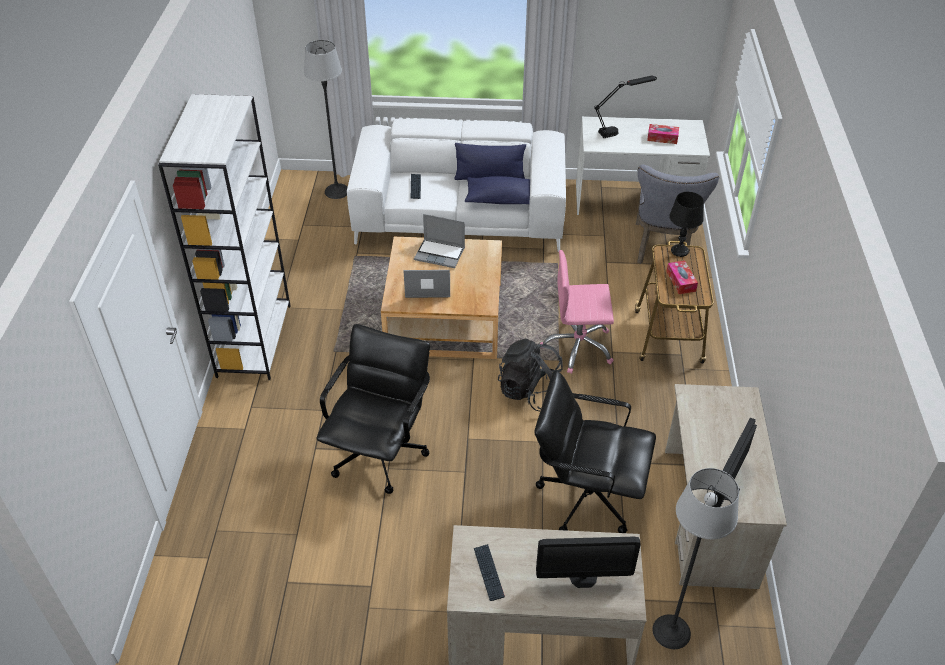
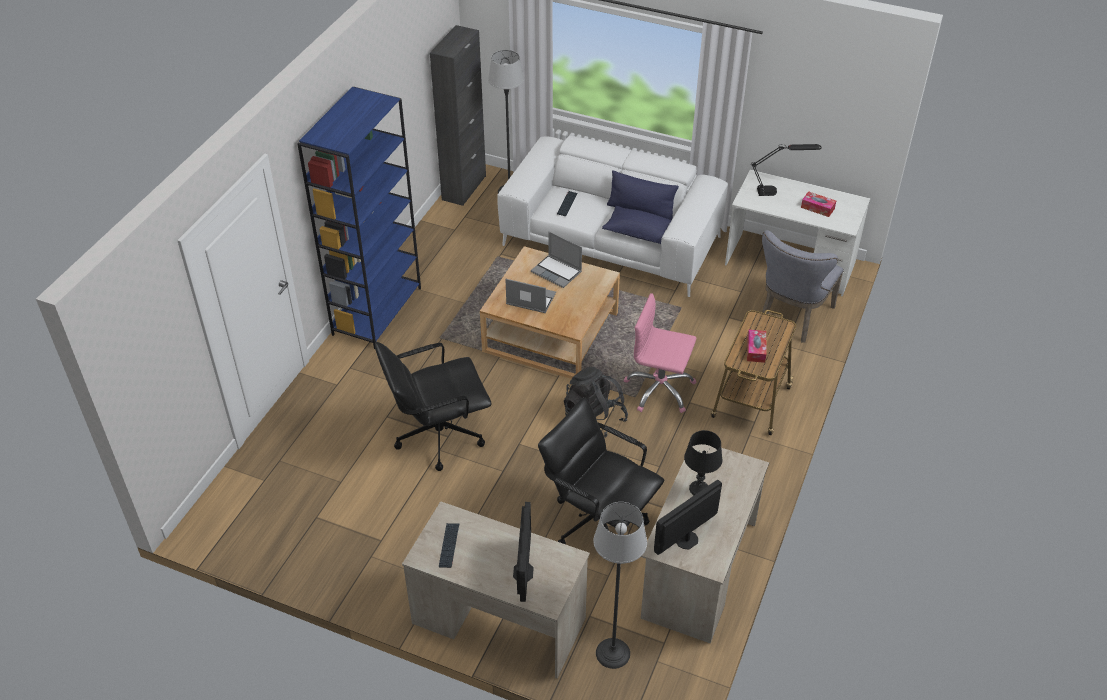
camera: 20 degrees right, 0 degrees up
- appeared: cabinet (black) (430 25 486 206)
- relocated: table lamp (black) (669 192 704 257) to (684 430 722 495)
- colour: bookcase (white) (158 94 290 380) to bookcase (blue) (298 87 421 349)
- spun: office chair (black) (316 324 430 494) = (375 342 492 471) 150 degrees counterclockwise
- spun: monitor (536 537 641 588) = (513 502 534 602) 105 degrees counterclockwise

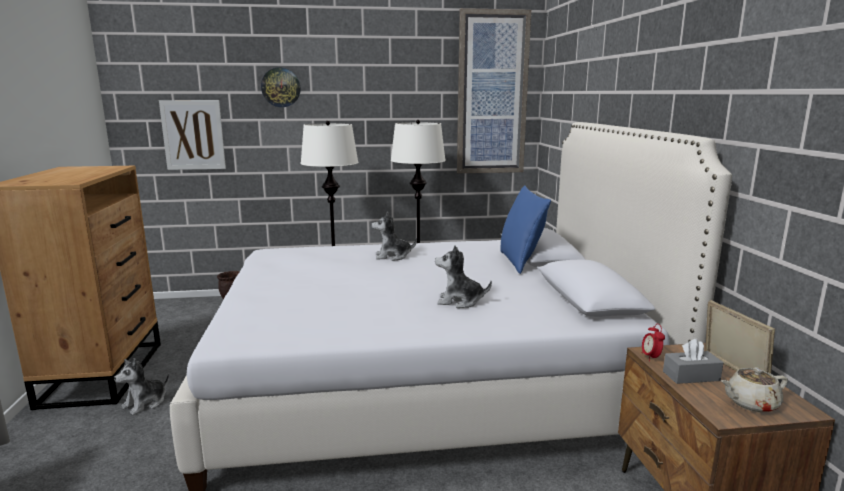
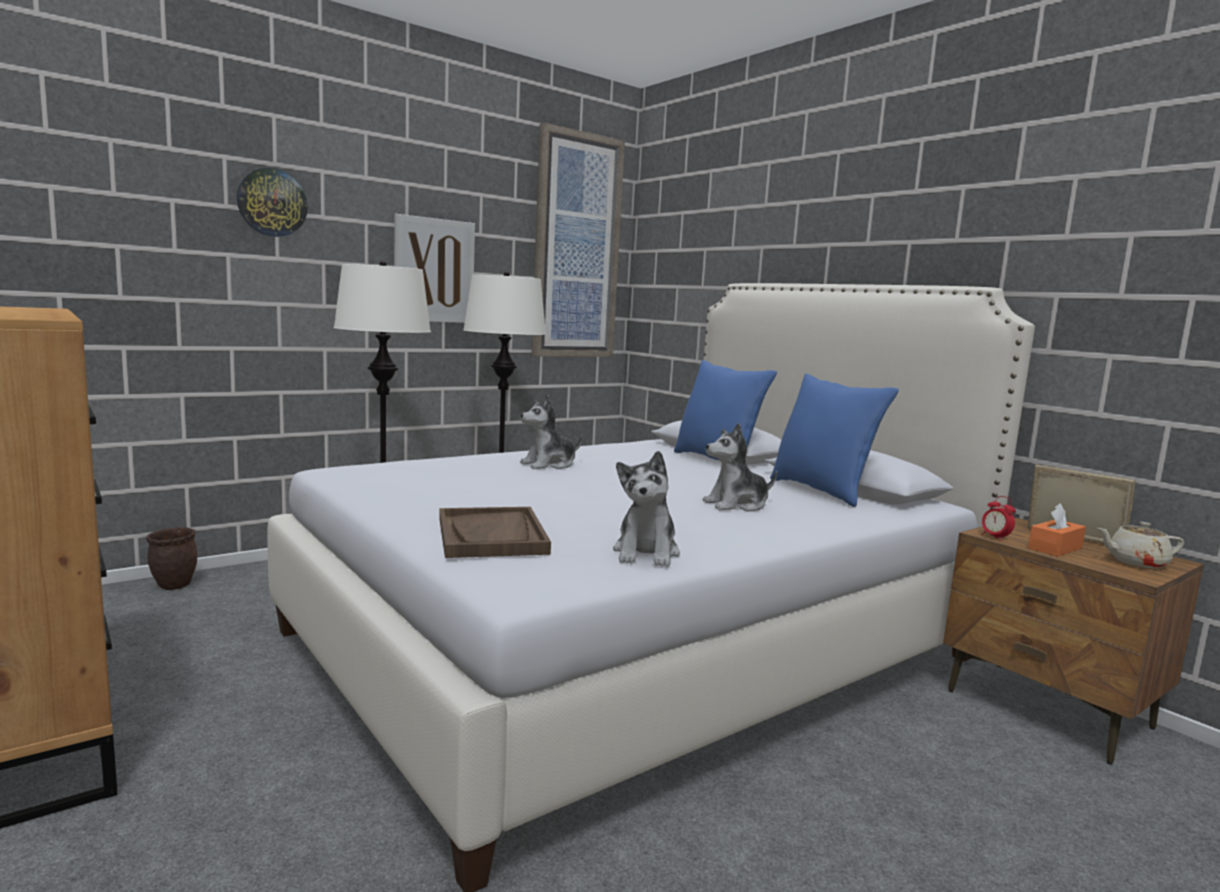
camera: 30 degrees left, 5 degrees down
- appeared: tray (brown) (439 507 551 558)
- appeared: pillow (blue) (770 373 899 507)
- relocated: plush toy (114 358 169 415) to (613 451 680 567)
- relocated: picture (159 100 226 170) to (394 214 475 323)
- colour: tissue box (grey) (663 339 724 384) to tissue box (orange) (1028 503 1086 557)
- spun: teapot (beige) (721 368 788 413) = (1097 522 1184 568) 45 degrees clockwise

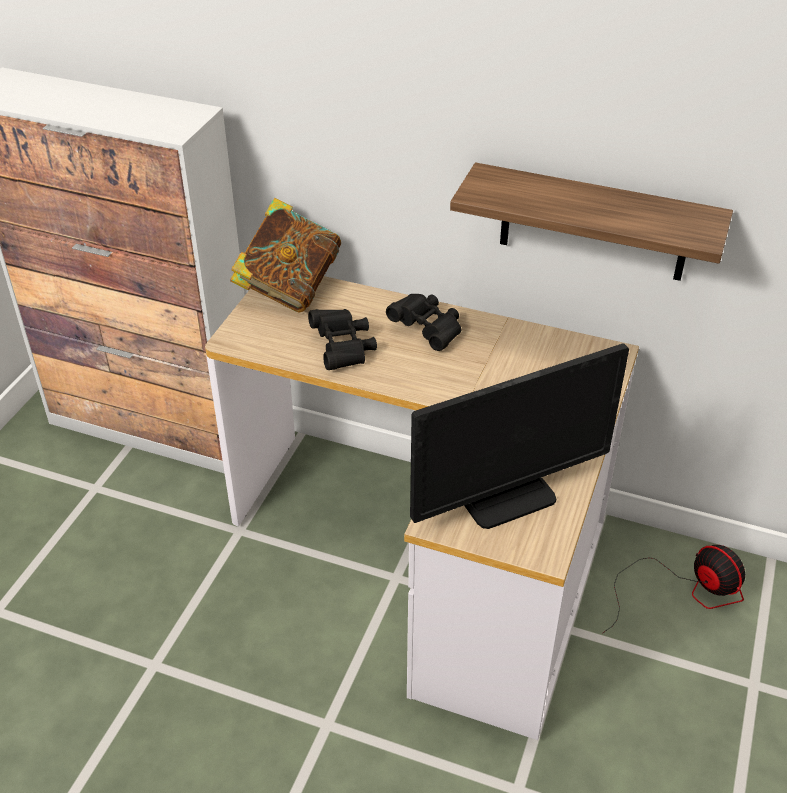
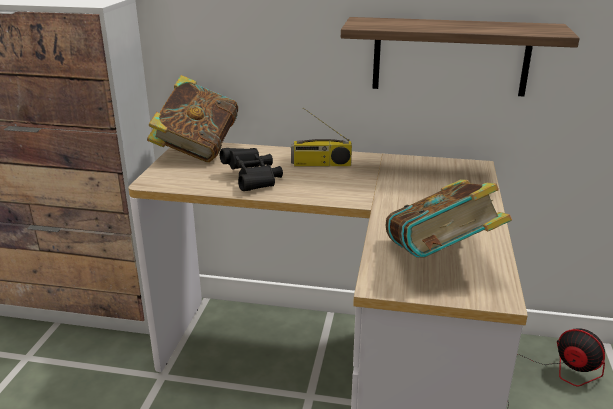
camera: 10 degrees left, 15 degrees down
- exchanged: binoculars (black) (386 294 461 351) to radio (291 108 352 166)
- exchanged: monitor (410 343 629 529) to book (386 179 512 258)

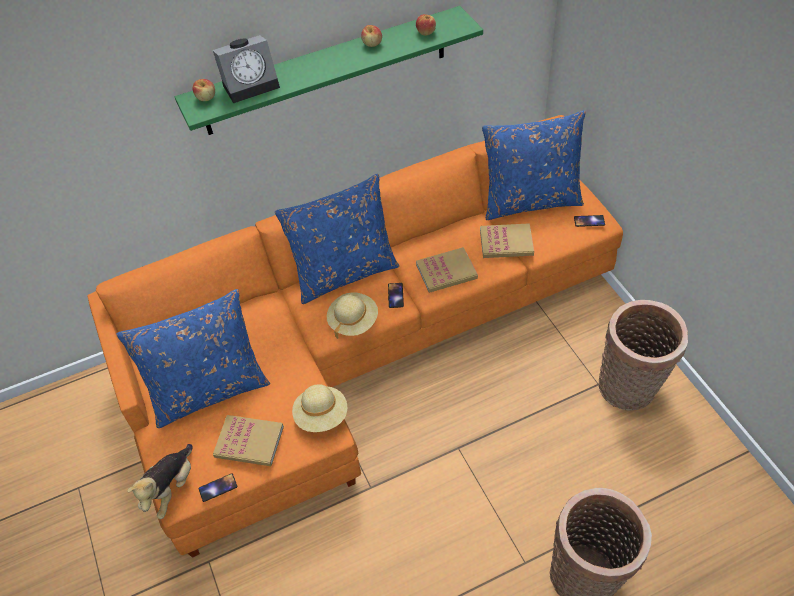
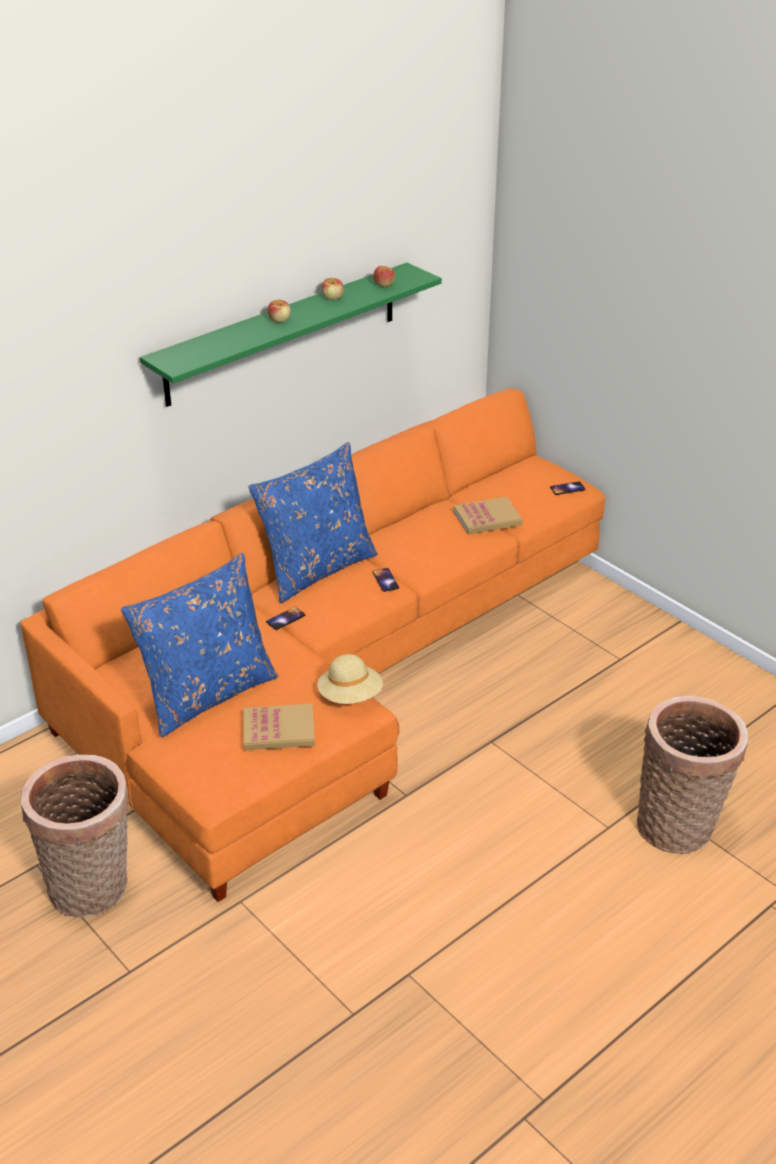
camera: 20 degrees left, 15 degrees down
- missing: plush toy (127 444 193 519)
- missing: alarm clock (213 35 280 103)
- missing: hat (beige) (326 292 378 339)
- missing: book (416 247 478 293)
- missing: pillow (blue) (482 111 586 220)
- relocated: apple (193 79 215 101) to (268 300 291 322)
- relocated: phone (198 473 237 502) to (266 607 305 630)
- relocated: basket (599 300 688 411) to (21 755 129 918)

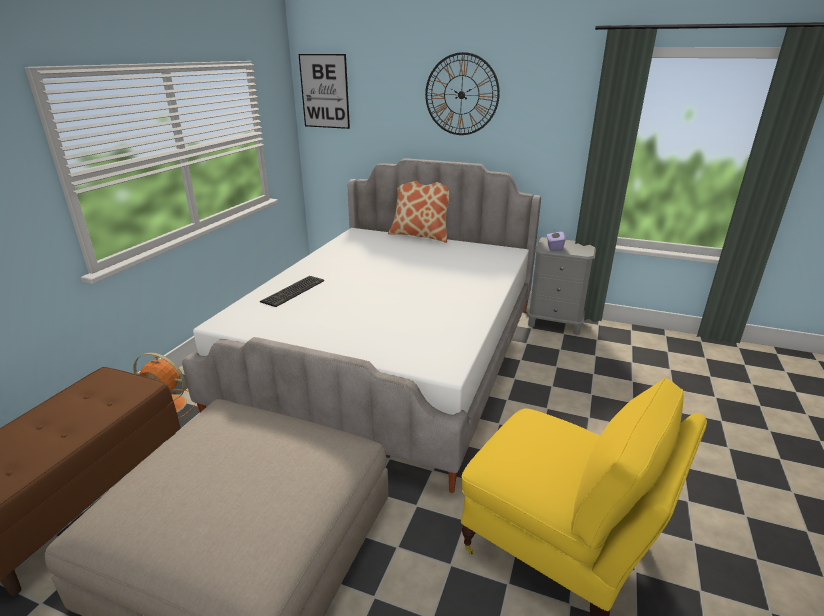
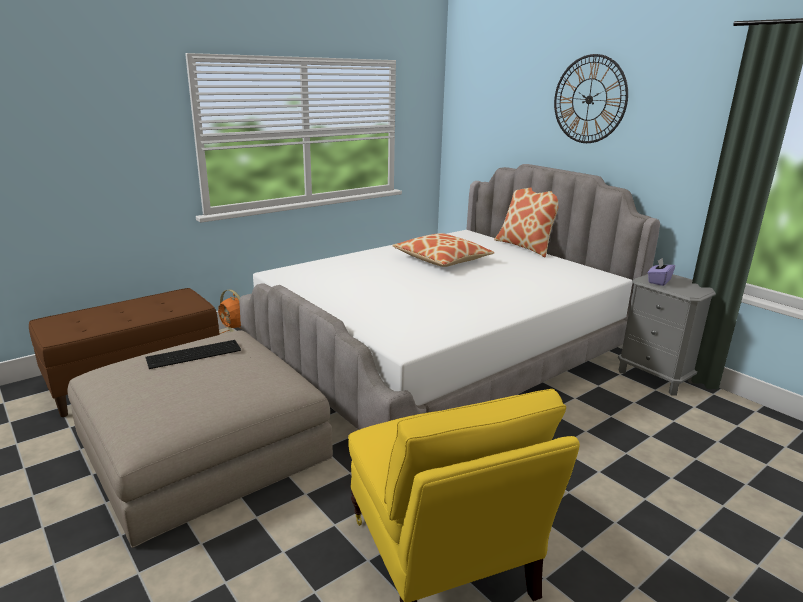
camera: 30 degrees right, 5 degrees down
- missing: picture (299 54 350 129)
- appeared: pillow (392 233 495 267)
- relocated: keyboard (260 276 324 307) to (146 340 241 369)

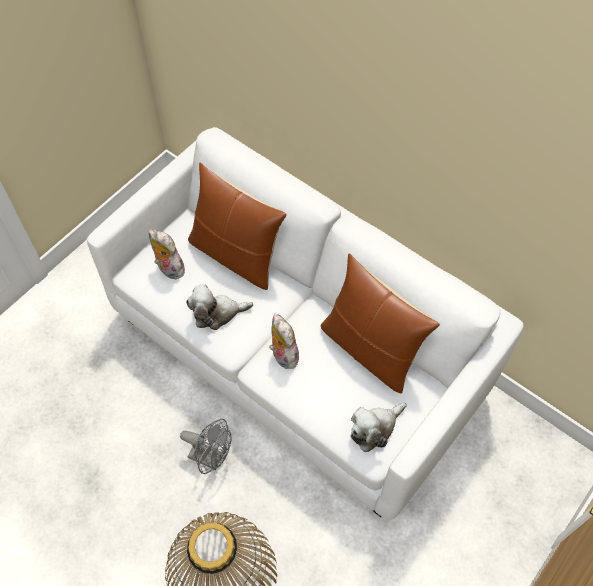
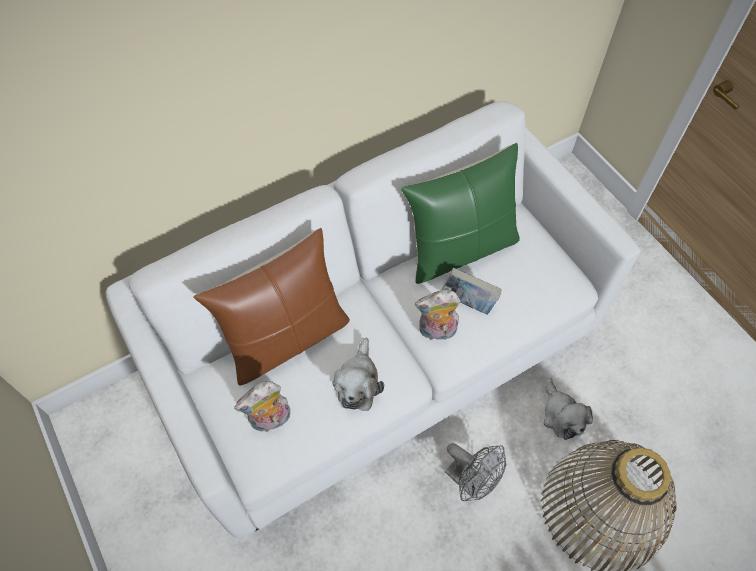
camera: 70 degrees left, 0 degrees up
- appeared: book (442 268 502 315)
- relocated: plush toy (351 403 406 452) to (544 378 593 440)
- colour: pillow (brown) (321 253 440 394) to pillow (green) (401 143 520 284)
- spun: fan (grey) (180 419 231 474) = (445 443 506 501) 90 degrees clockwise

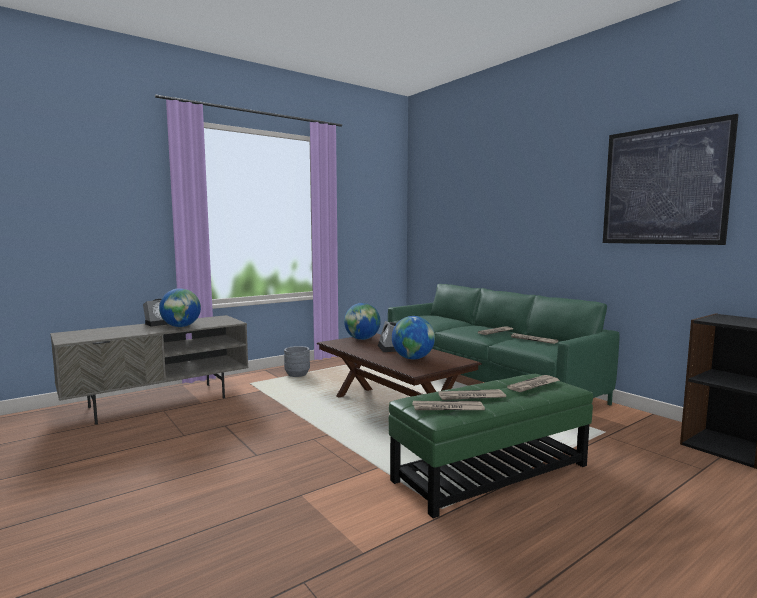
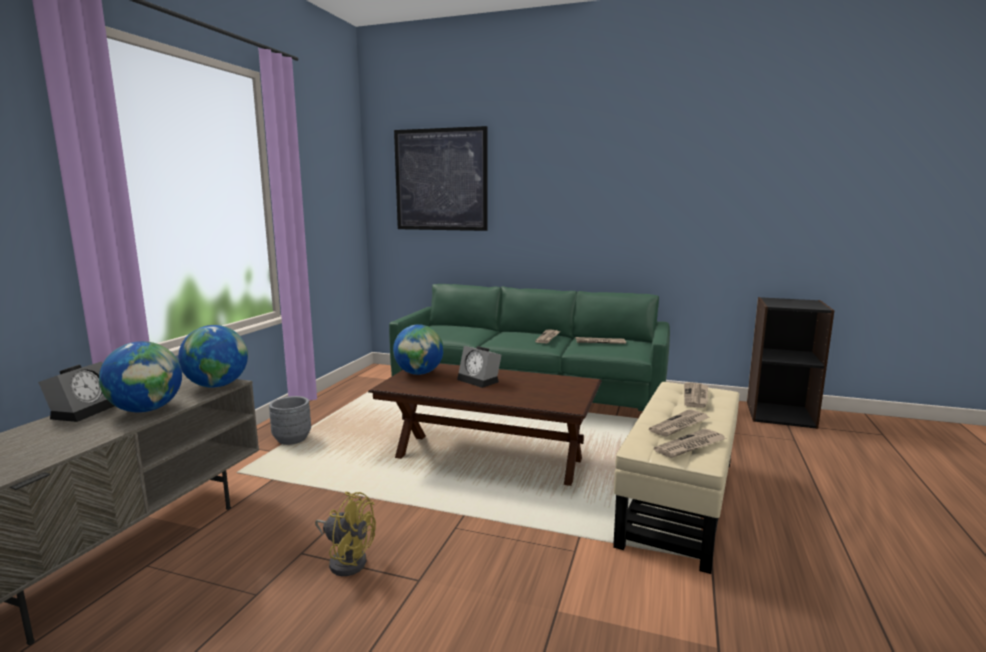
camera: 35 degrees left, 5 degrees up
- appeared: fan (yellow) (315 492 376 576)
- relocated: globe (392 316 435 360) to (178 325 248 388)
- relocated: picture (603 114 738 245) to (394 126 488 231)
- colour: ottoman (green) (389 374 593 519) to ottoman (beige) (613 382 739 574)

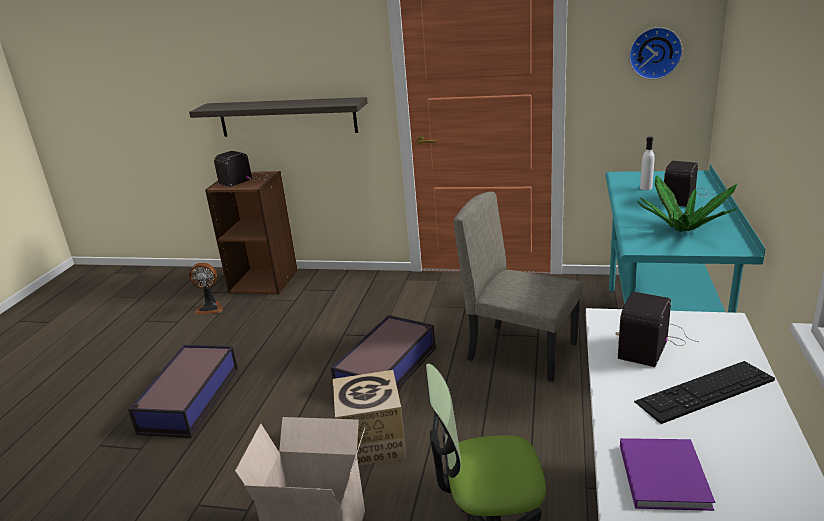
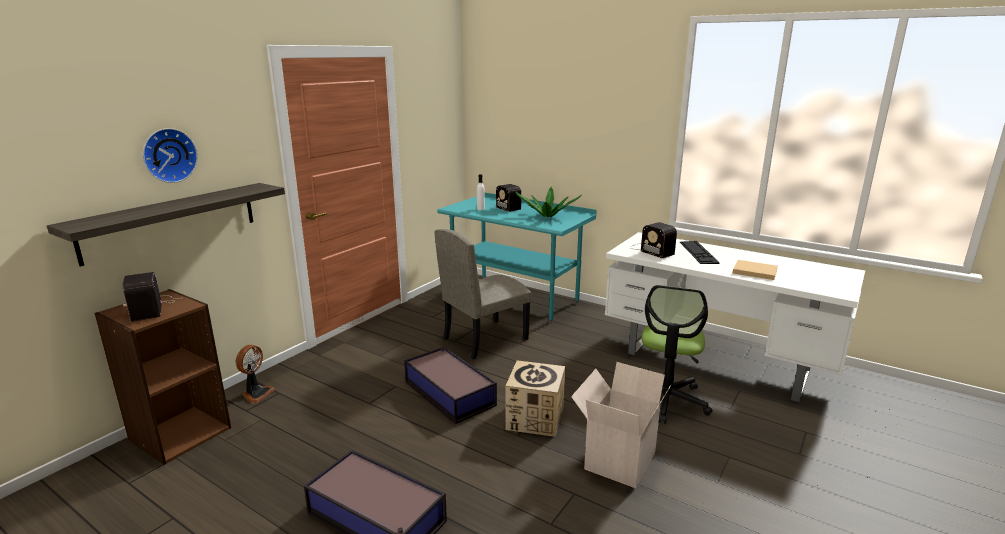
camera: 70 degrees left, 5 degrees down
- relocated: fan (189 263 223 315) to (235 345 276 404)
- relocated: wall clock (629 27 683 80) to (143 128 198 183)
- colour: book (purple) (620 438 715 511) to book (beige) (733 260 778 280)

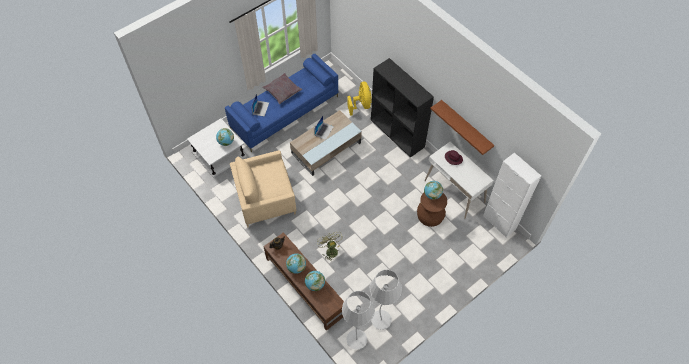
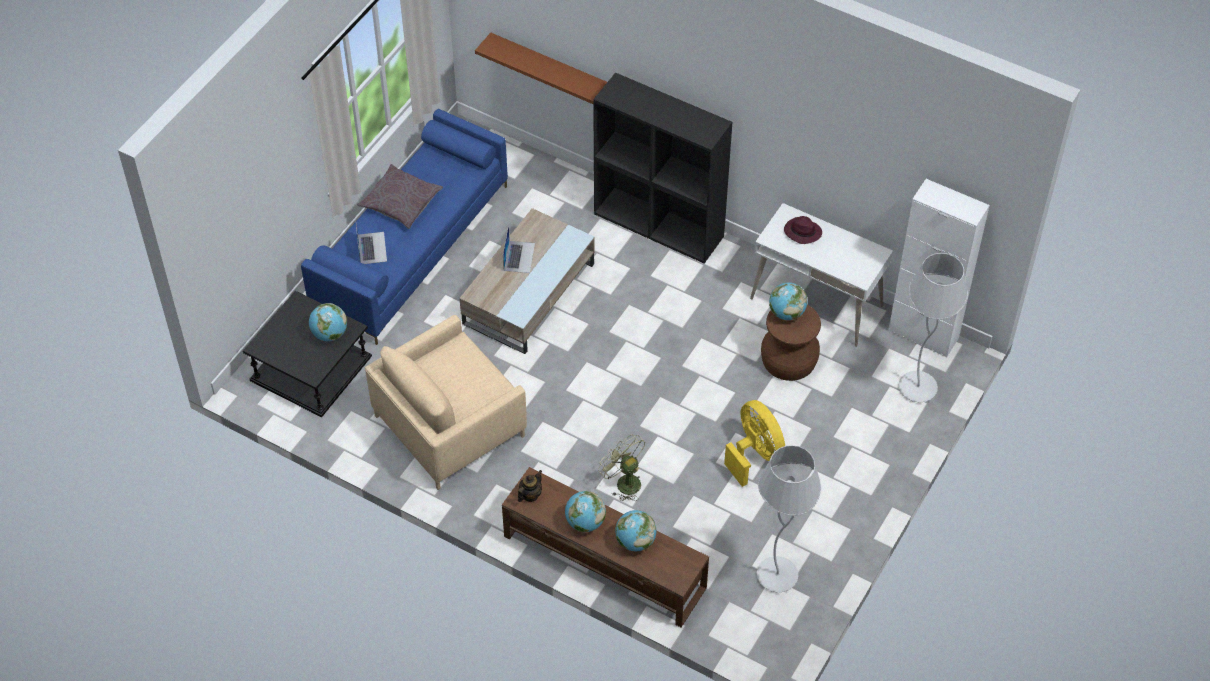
camera: 20 degrees left, 5 degrees down
- relocated: floor lamp (white) (342 291 375 350) to (899 253 968 403)
- relocated: fan (yellow) (347 82 372 116) to (724 400 785 487)
- relocated: shelf (brown) (430 100 494 155) to (475 33 607 104)
- colour: side table (white) (187 118 247 178) to side table (black) (243 291 372 417)

